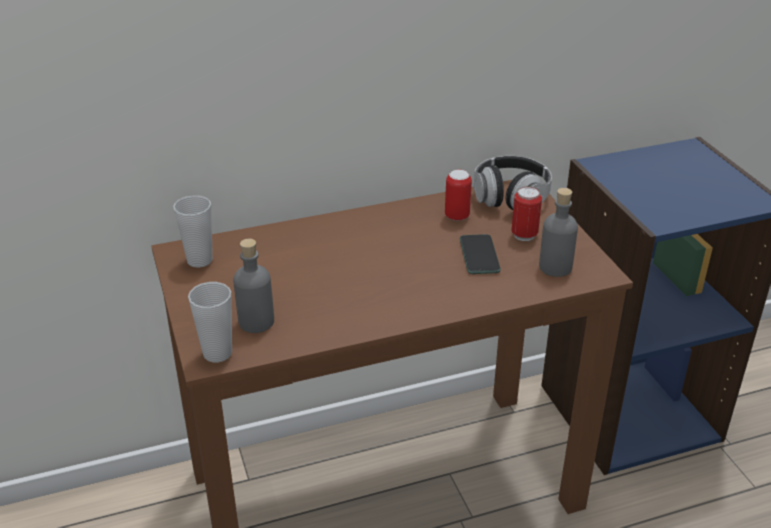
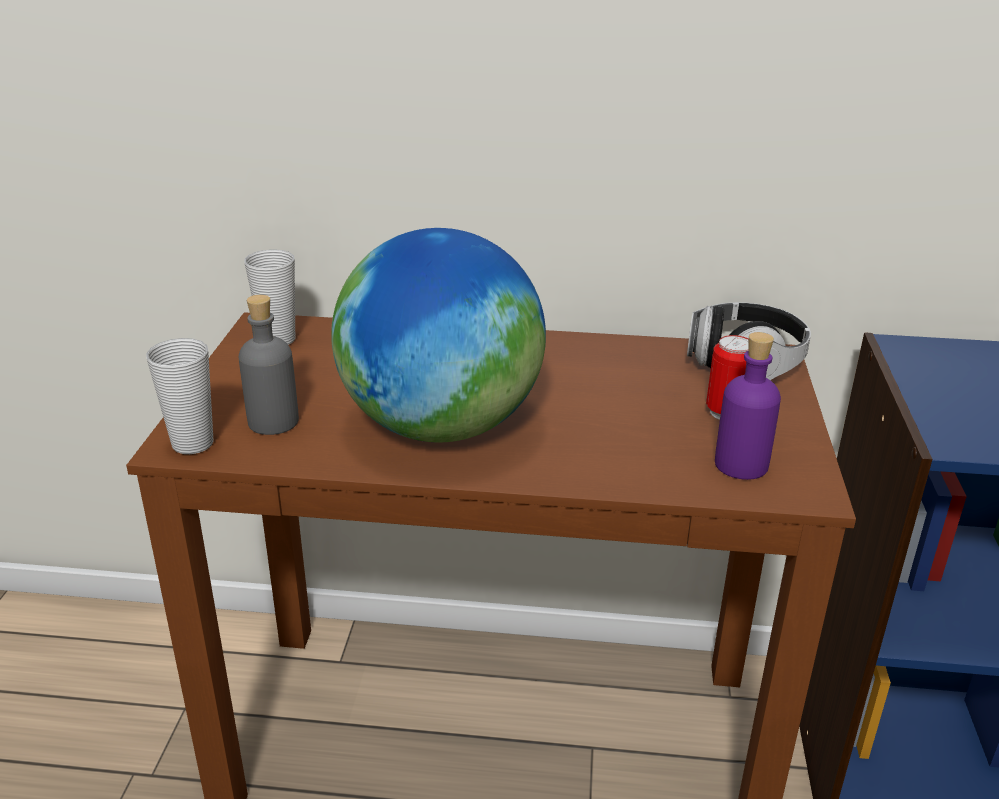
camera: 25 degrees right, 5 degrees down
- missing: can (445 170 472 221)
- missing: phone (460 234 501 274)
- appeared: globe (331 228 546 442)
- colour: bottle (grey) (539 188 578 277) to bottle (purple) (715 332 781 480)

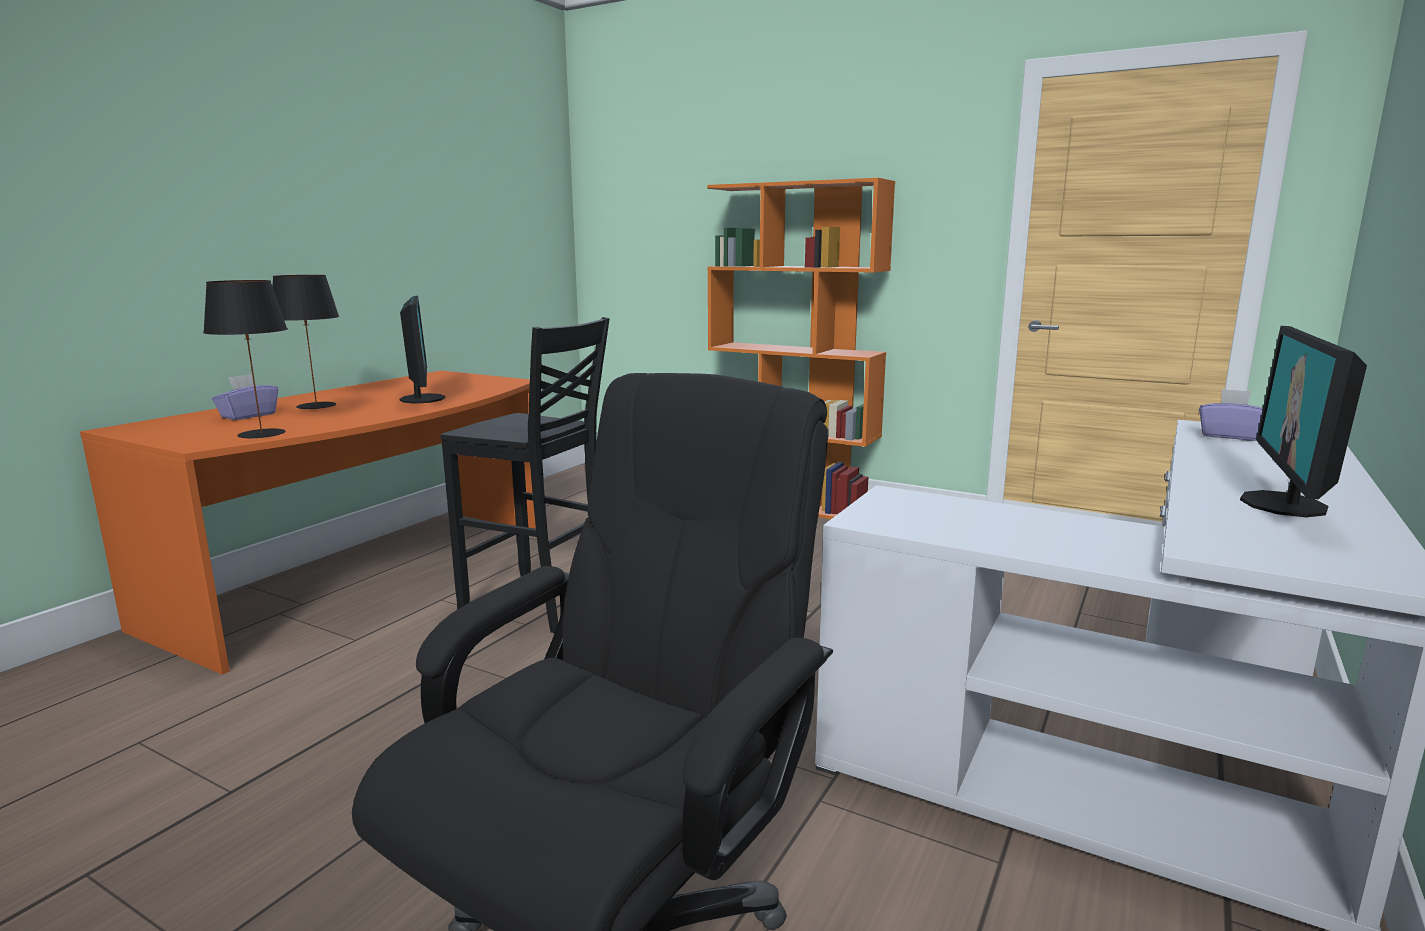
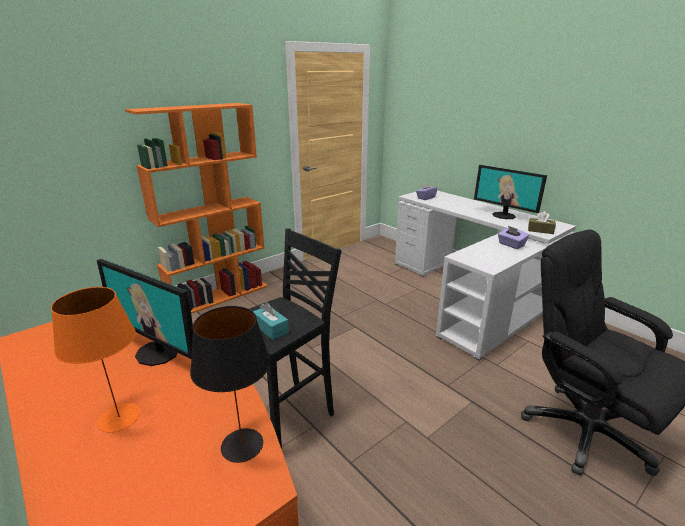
camera: 70 degrees left, 10 degrees up
- appeared: tissue box (turquoise) (253 302 289 340)
- appeared: tissue box (brown) (528 211 556 234)
- relocated: tissue box (purple) (212 374 278 420) to (498 226 529 249)
- colour: table lamp (black) (272 275 339 409) to table lamp (orange) (51 287 140 432)
- spun: monitor (399 296 445 404) = (97 259 193 366) 150 degrees counterclockwise

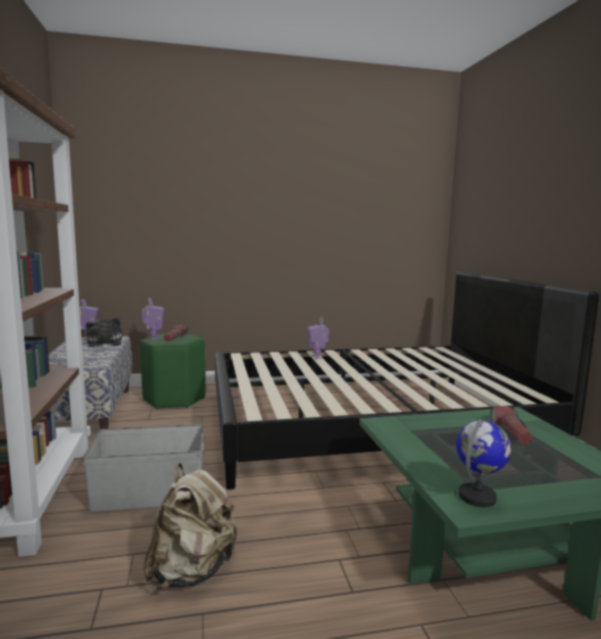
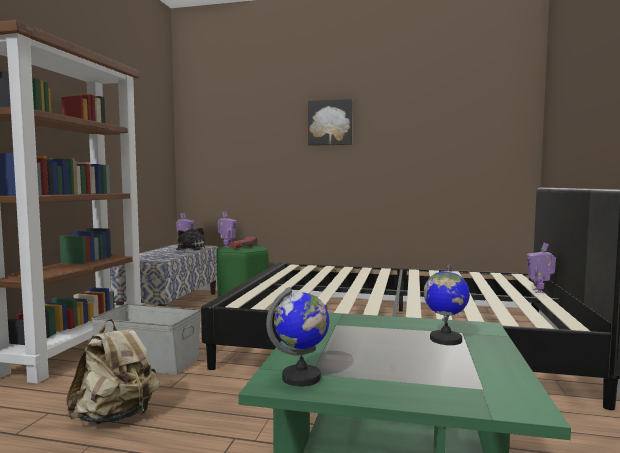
camera: 25 degrees right, 5 degrees down
- appeared: picture (308 99 353 146)
- relocated: toy robot (308 317 329 359) to (527 243 556 293)
- exchanged: flashlight (491 406 533 444) to globe (424 264 470 345)

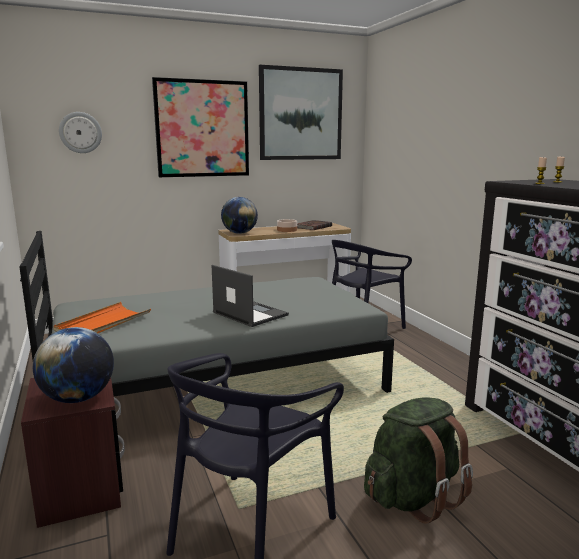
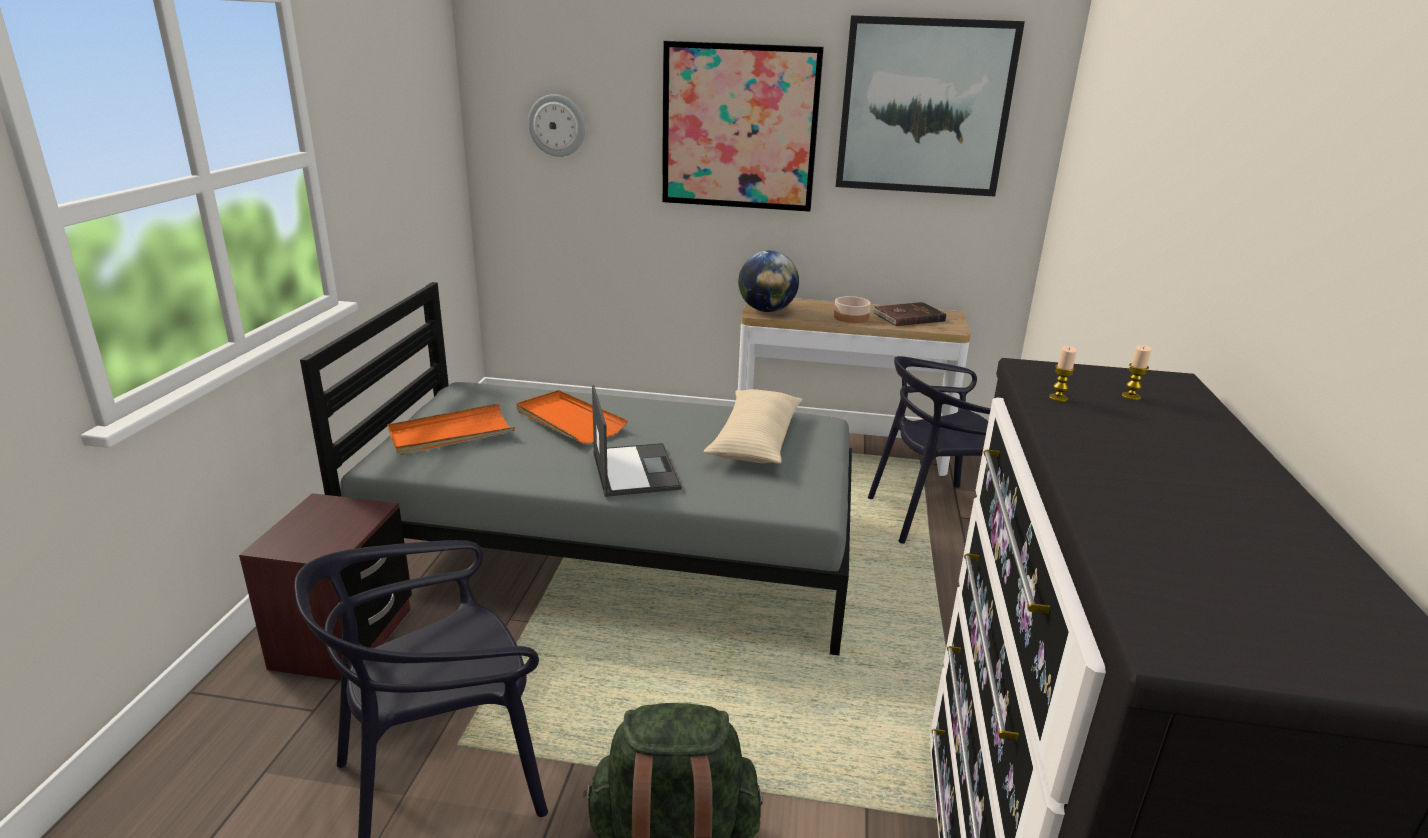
camera: 30 degrees right, 10 degrees up
- missing: globe (33 327 114 403)
- appeared: tray (orange) (516 390 628 444)
- appeared: pillow (beige) (704 389 802 464)

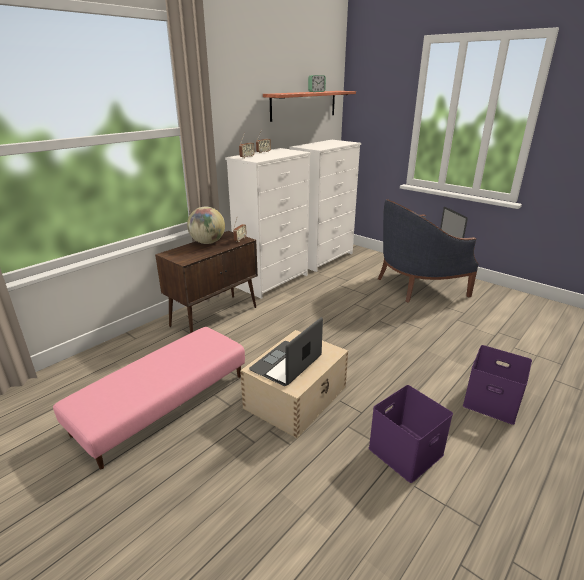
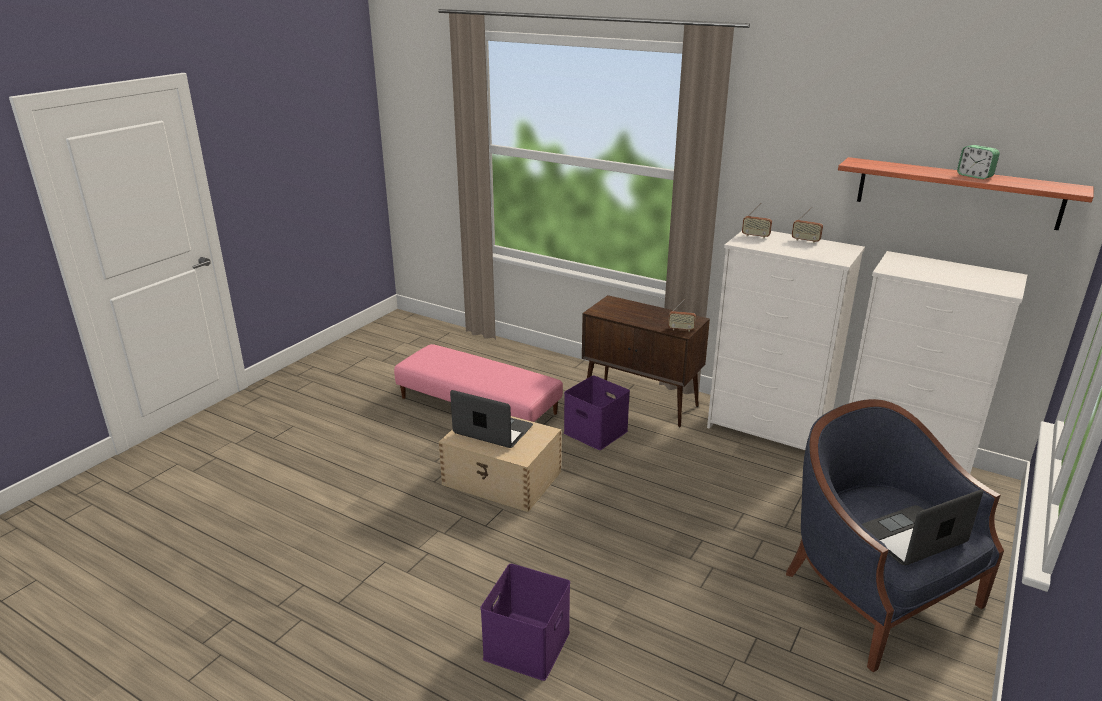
camera: 80 degrees right, 0 degrees up
- missing: globe (187 206 225 244)
- relocated: storage box (purple) (369 385 453 483) to (564 375 630 450)

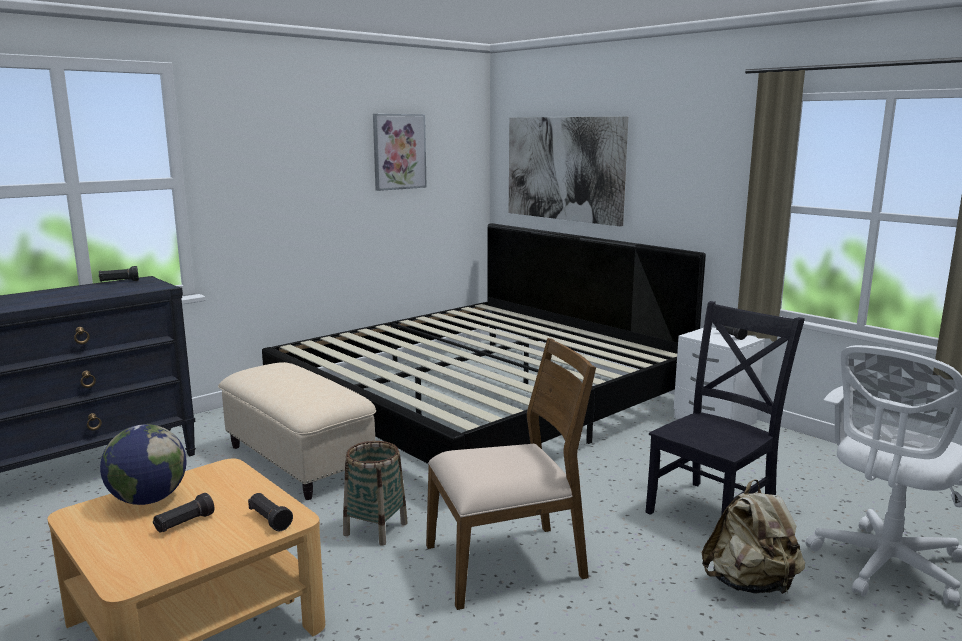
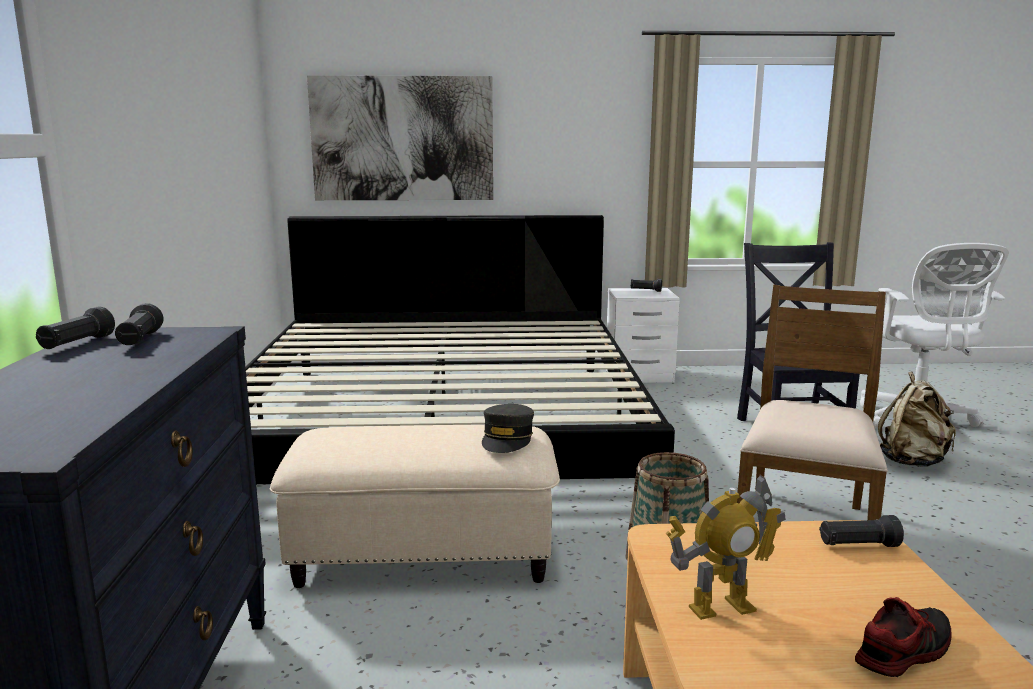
camera: 50 degrees left, 0 degrees up
- missing: picture (373 114 427 191)
- appeared: cap (grey) (482 404 534 453)
- appeared: shoe (855 597 951 677)
- relocated: flashlight (black) (153 493 214 532) to (115 303 163 345)
- exchanged: globe (100 424 187 505) to toy robot (666 475 786 620)

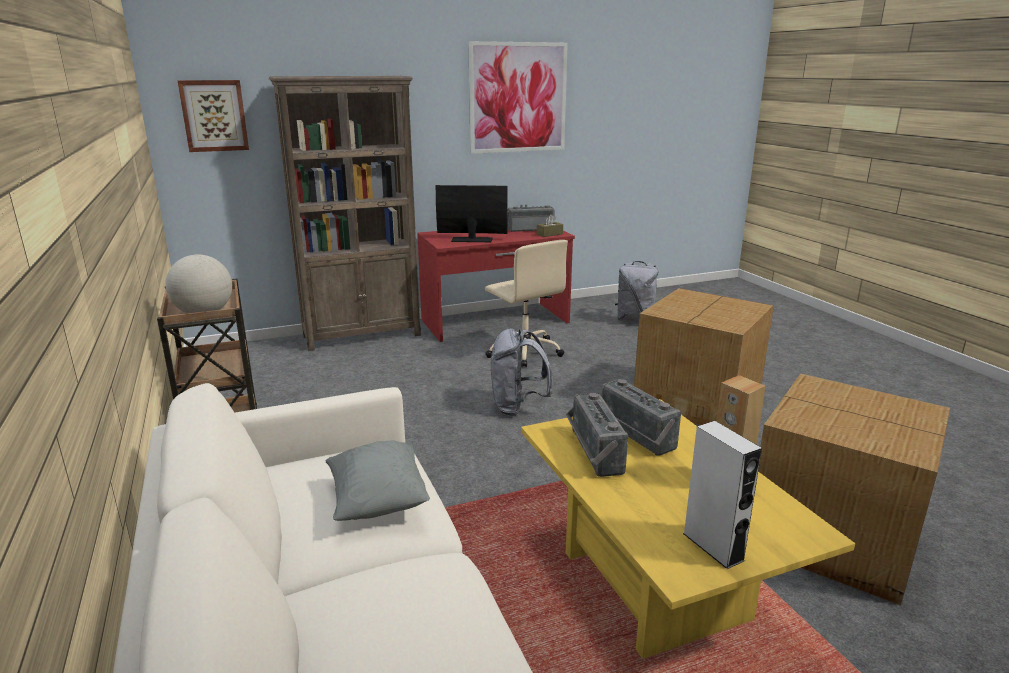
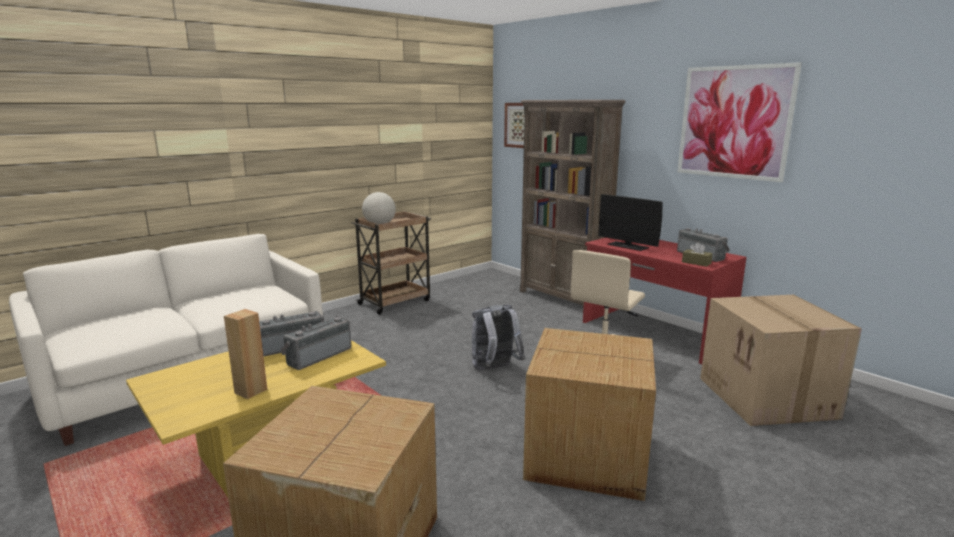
camera: 70 degrees right, 5 degrees down
- missing: pillow (grey) (325 441 430 521)
- missing: speaker (grey) (683 421 762 569)
- exchanged: backpack (grey) (615 261 659 322) to cardboard box (700 295 862 426)
- spun: monitor (436 185 508 242) = (598 194 662 251) 150 degrees clockwise

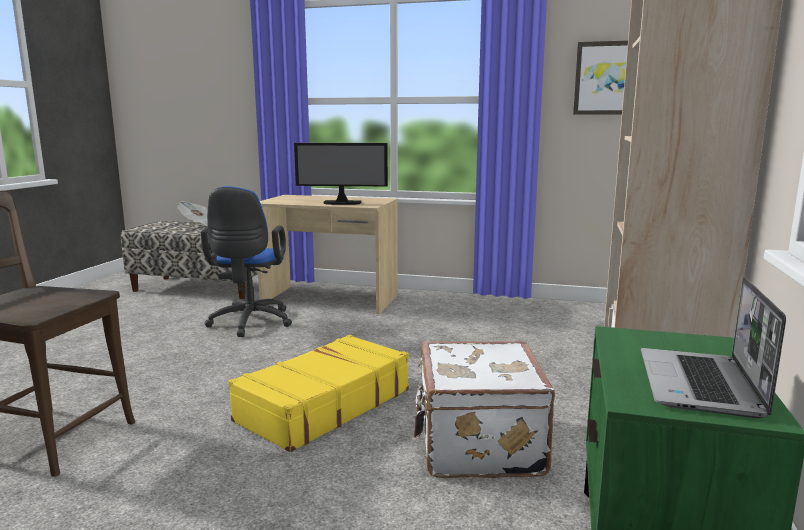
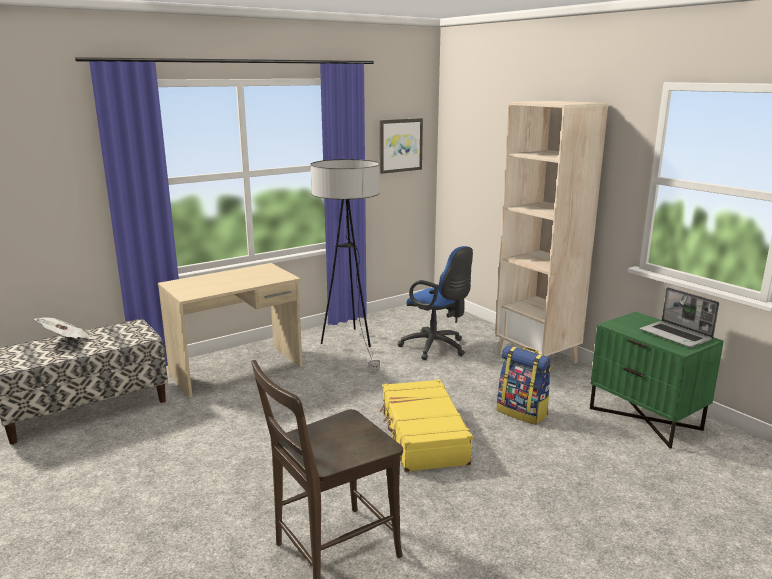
camera: 50 degrees left, 5 degrees up
- missing: monitor (294 143 388 205)
- appeared: floor lamp (310 159 380 371)
- relocated: office chair (blue) (201 186 292 337) to (398 246 473 360)
- exchanged: suitcase (white) (414 341 555 478) to backpack (497 345 551 425)

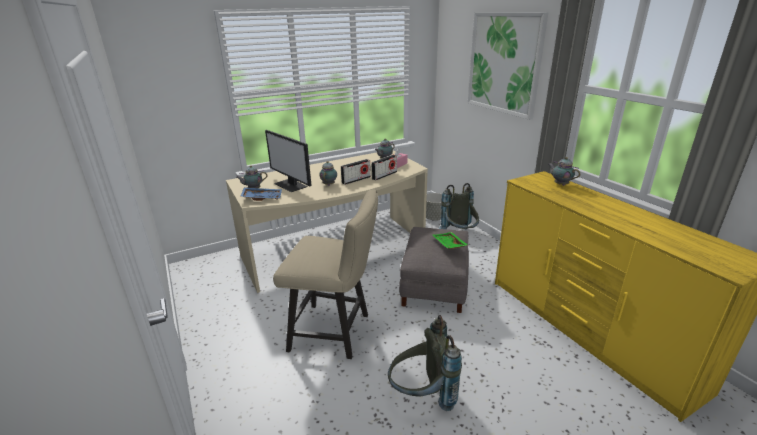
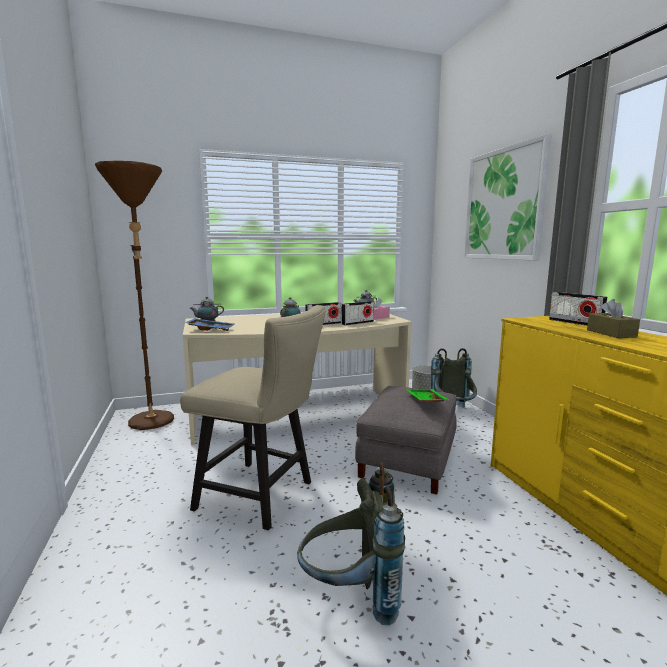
camera: 10 degrees right, 15 degrees down
- missing: monitor (265 130 312 192)
- appeared: floor lamp (brown) (95 160 174 430)
- appeared: tissue box (brown) (587 299 640 338)
- exchanged: teapot (548 157 580 186) to radio (549 292 608 326)

